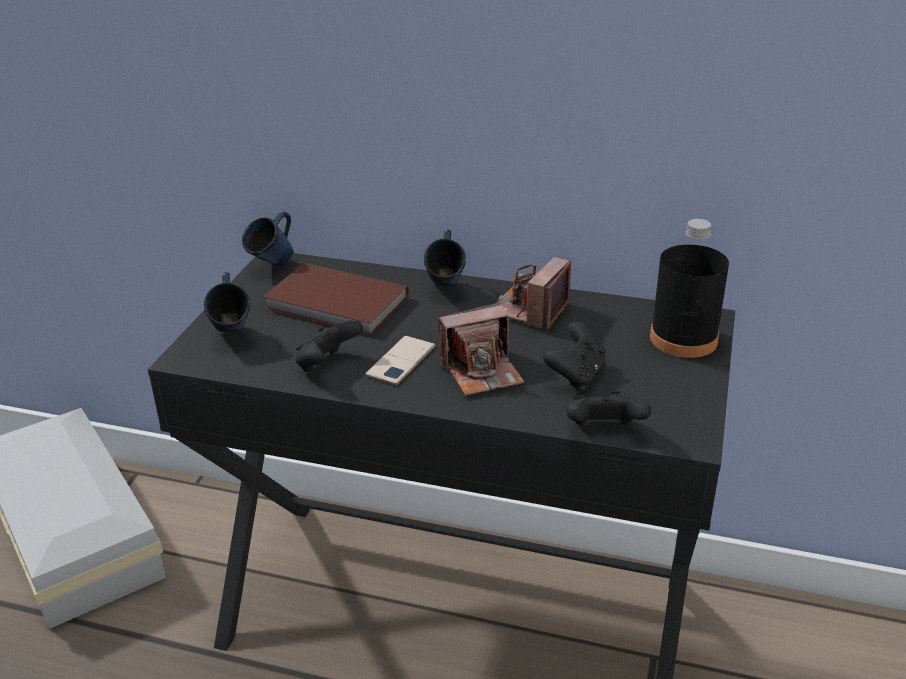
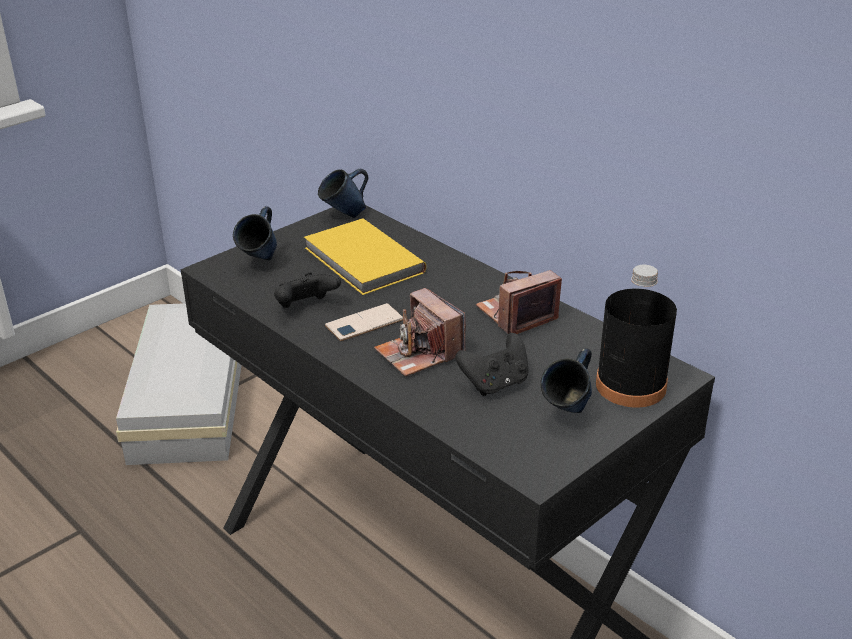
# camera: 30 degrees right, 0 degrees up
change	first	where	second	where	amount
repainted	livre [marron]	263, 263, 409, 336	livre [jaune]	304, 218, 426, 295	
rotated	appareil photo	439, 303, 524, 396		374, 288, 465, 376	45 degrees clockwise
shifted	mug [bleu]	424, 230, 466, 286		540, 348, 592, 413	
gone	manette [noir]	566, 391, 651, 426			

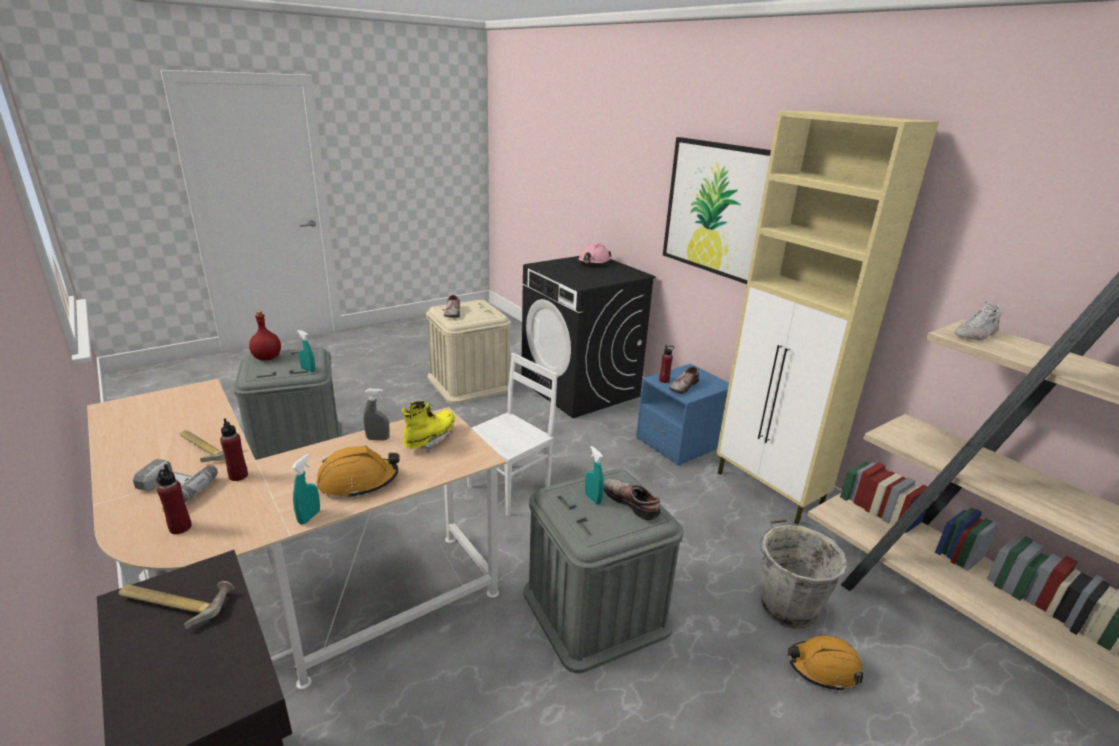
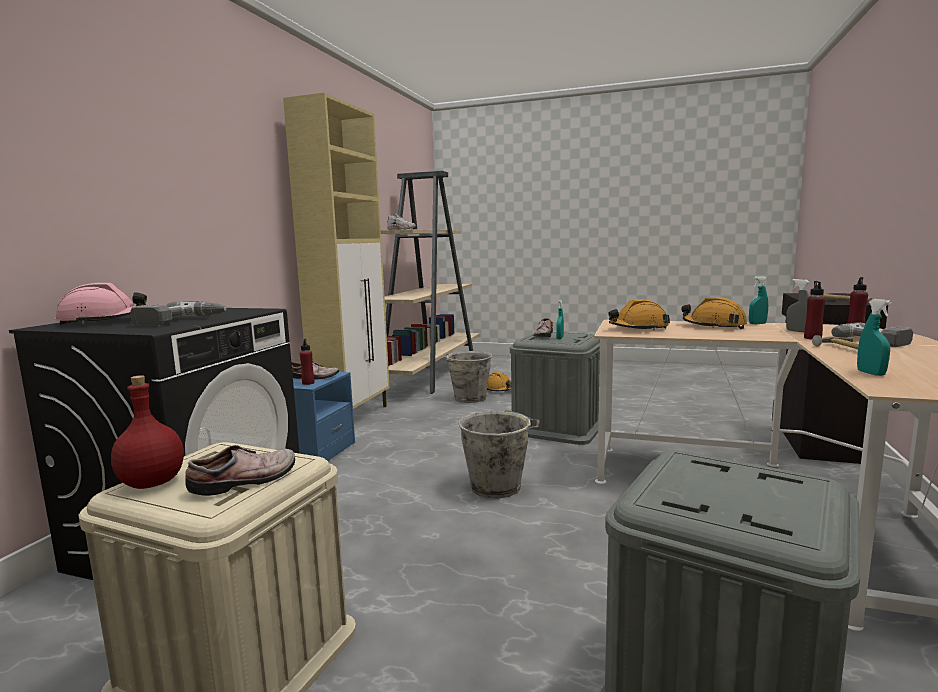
# camera: 125 degrees left, 15 degrees down
change	first	where	second	where	amount
shifted	bouteille [rouge]	249, 311, 281, 360		111, 375, 184, 489	
new			perceuse	130, 301, 227, 326	
swapped	chaise [blanc]	467, 353, 557, 516	seau [gris]	458, 410, 540, 499	
swapped	botte [jaune]	402, 401, 455, 452	casque de chantier [orange]	609, 299, 670, 330	
shifted	vaporisateur [gris]	363, 389, 390, 440		786, 279, 810, 332	
shifted	vaporisateur [turquoise]	297, 330, 315, 372		857, 299, 892, 376	
gone	tableau	663, 137, 771, 284			

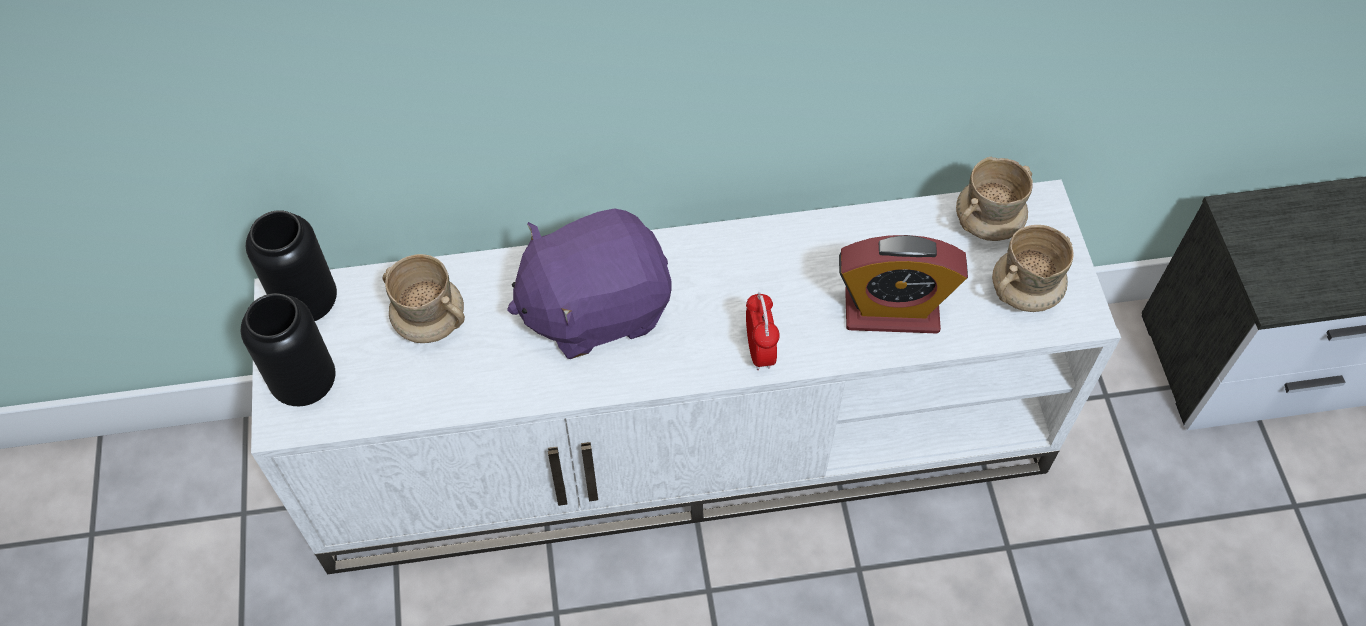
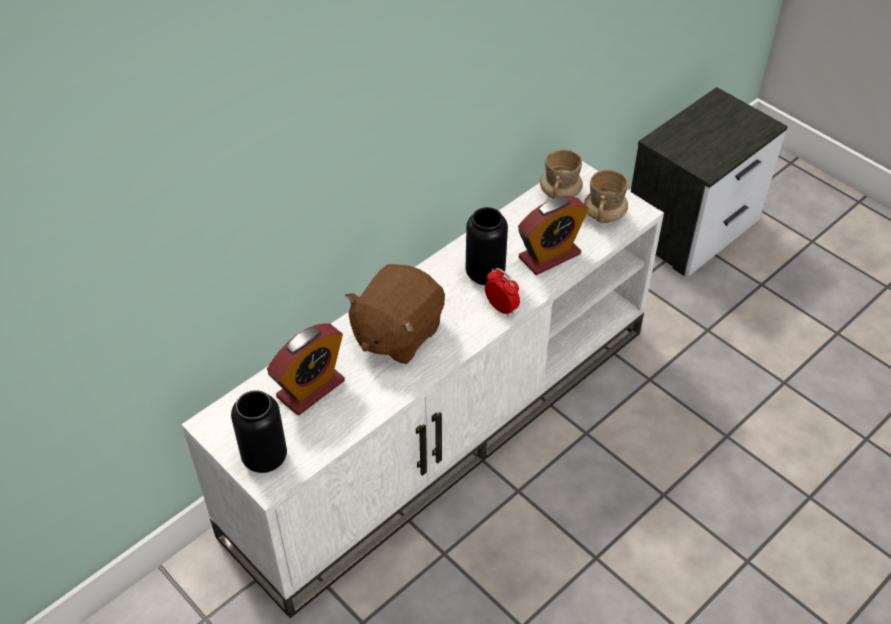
# camera: 35 degrees left, 10 degrees down
change	first	where	second	where	amount
swapped	mug [beige]	383, 254, 465, 343	réveil	267, 323, 345, 415	
repainted	peluche [violet]	507, 208, 672, 359	peluche [marron]	345, 264, 445, 364	
shifted	vase [noir]	246, 210, 337, 321		466, 207, 508, 285	

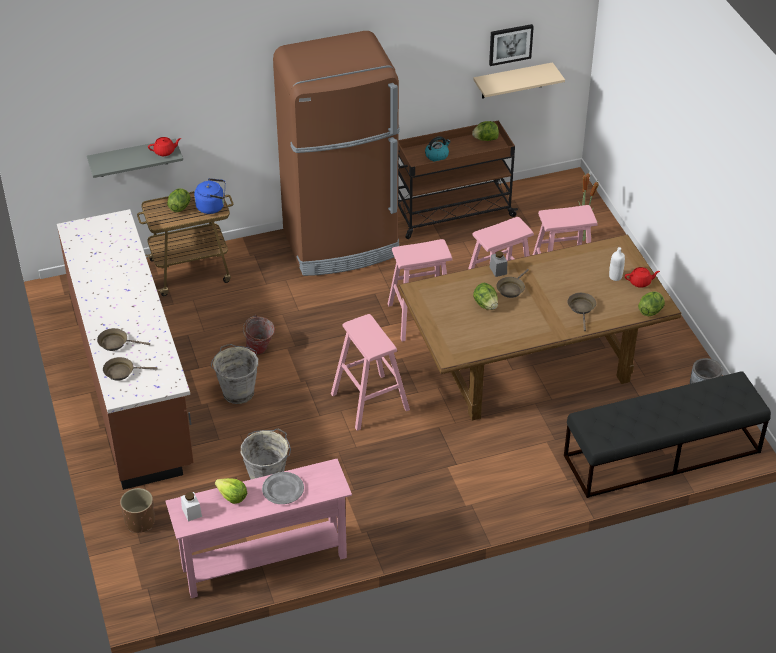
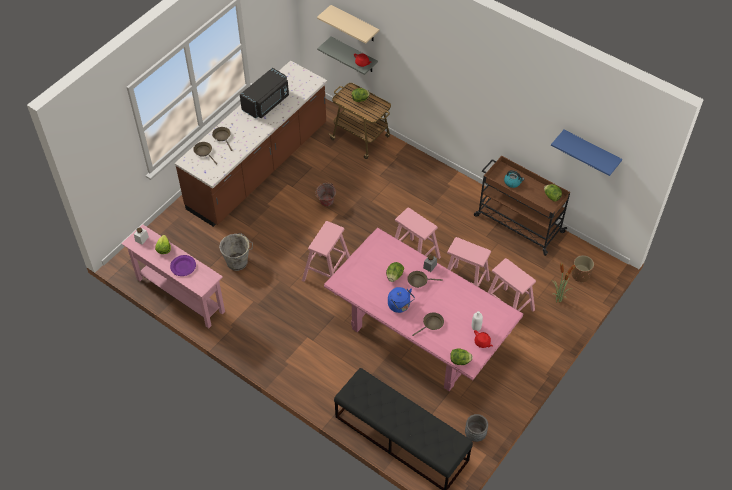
# camera: 55 degrees right, 10 degrees up
change	first	where	second	where	amount
repainted	assiette [gris]	262, 472, 304, 504	assiette [violet]	170, 255, 196, 276	
new			micro-ondes [noir]	240, 68, 289, 119	
shifted	étagère [beige]	473, 62, 565, 99		317, 5, 380, 44	
repainted	table à manger [marron]	399, 234, 681, 420	table à manger [rose]	324, 227, 523, 391	
shifted	bouilloire [bleu]	194, 178, 225, 214		388, 287, 415, 313	
swapped	tableau	489, 24, 534, 66	étagère [bleu]	551, 130, 622, 176	
shifted	cache-pot [marron]	120, 488, 155, 533		572, 255, 594, 283	
gone	seau [gris]	211, 344, 258, 404			
gone	réfrigérateur [marron]	273, 31, 400, 276			

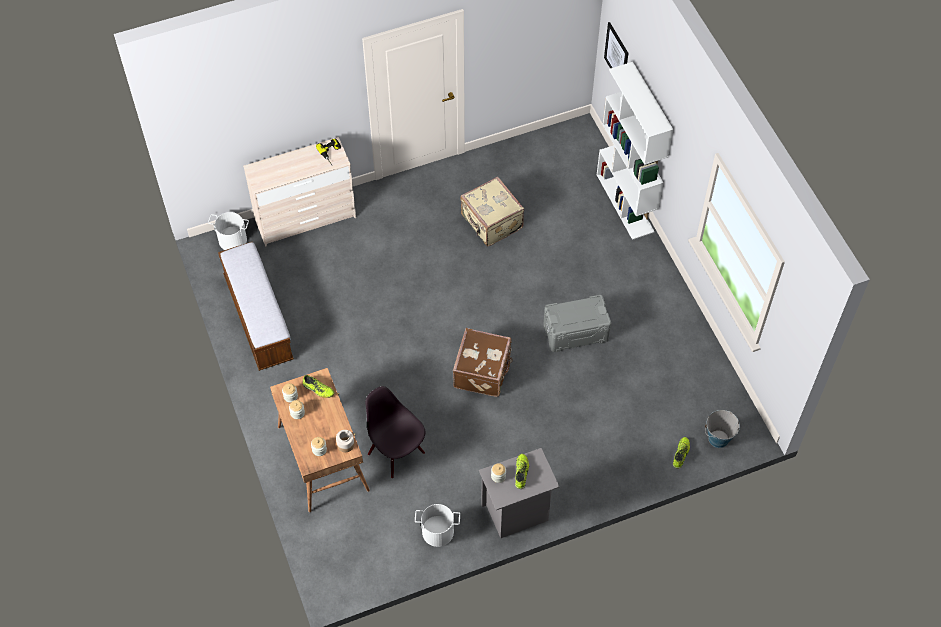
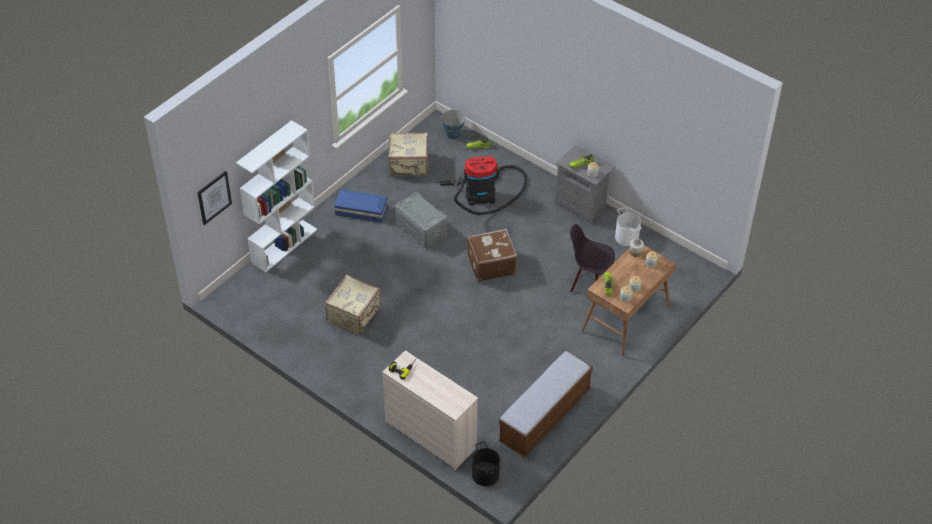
# camera: 120 degrees left, 10 degrees down
change	first	where	second	where	amount
new			boîte de rangement [bleu]	334, 189, 388, 223	
new			valise [beige]	388, 132, 428, 176	
new			aspirateur	440, 156, 527, 215	
repainted	seau [blanc]	208, 212, 249, 250	seau [noir]	472, 442, 500, 486	
rotated	chaise [noir]	365, 386, 425, 478		570, 224, 615, 292	90 degrees clockwise

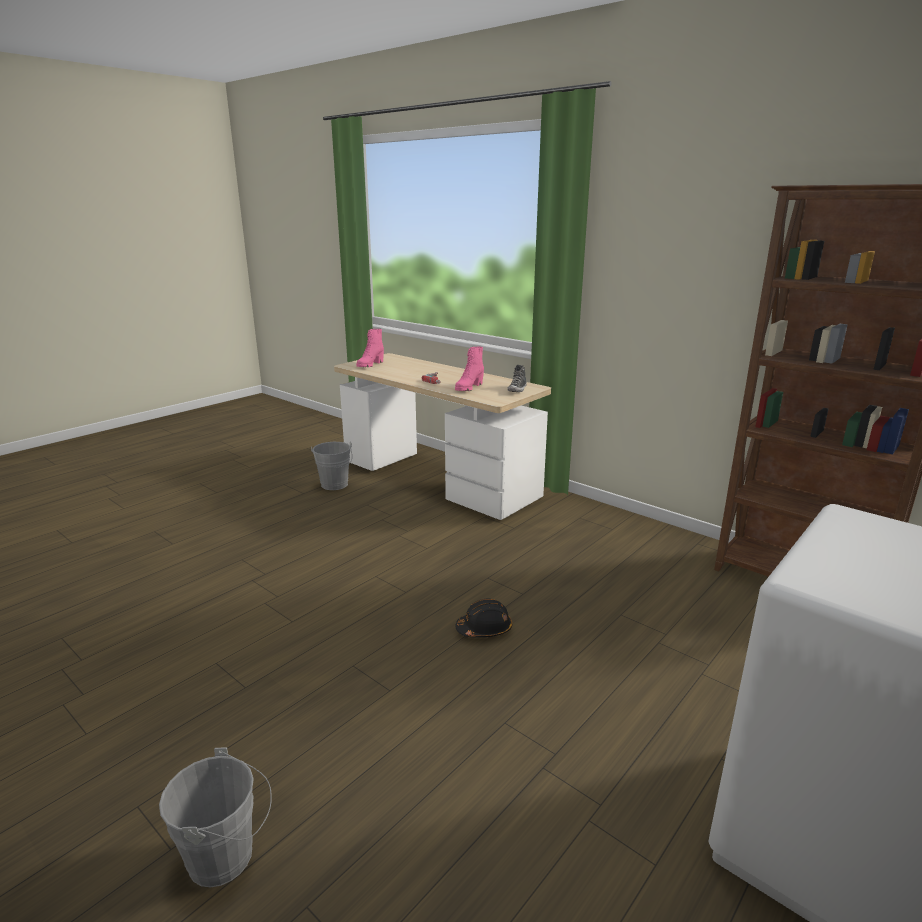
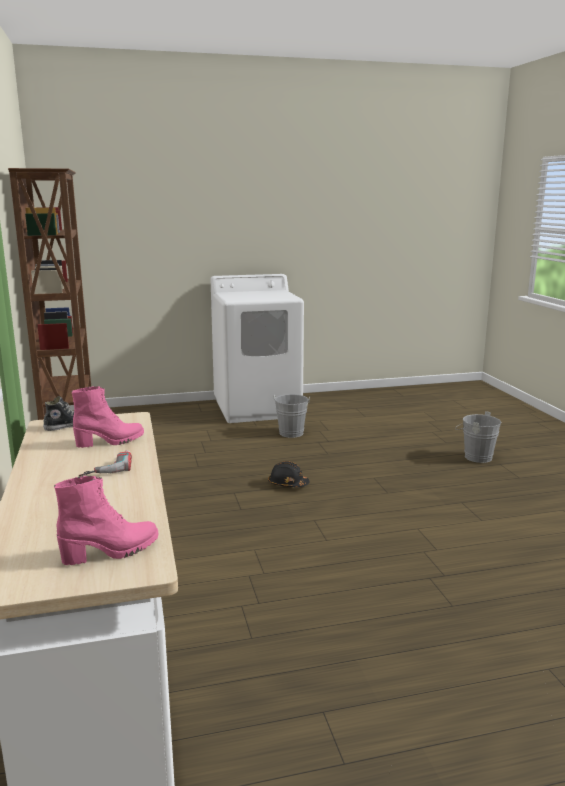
# camera: 145 degrees left, 5 degrees down
change	first	where	second	where	amount
shifted	seau [gris]	311, 442, 352, 490		274, 394, 310, 438	

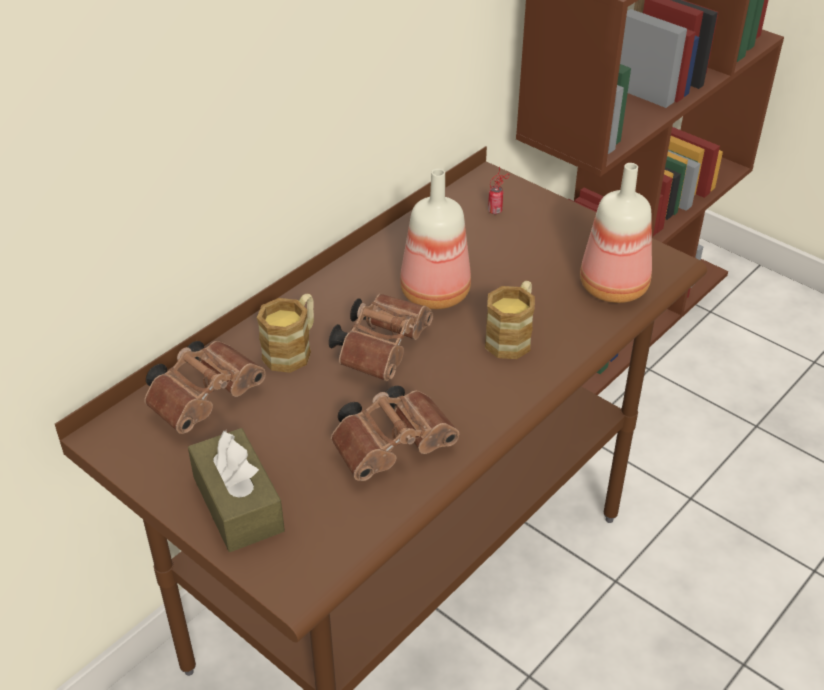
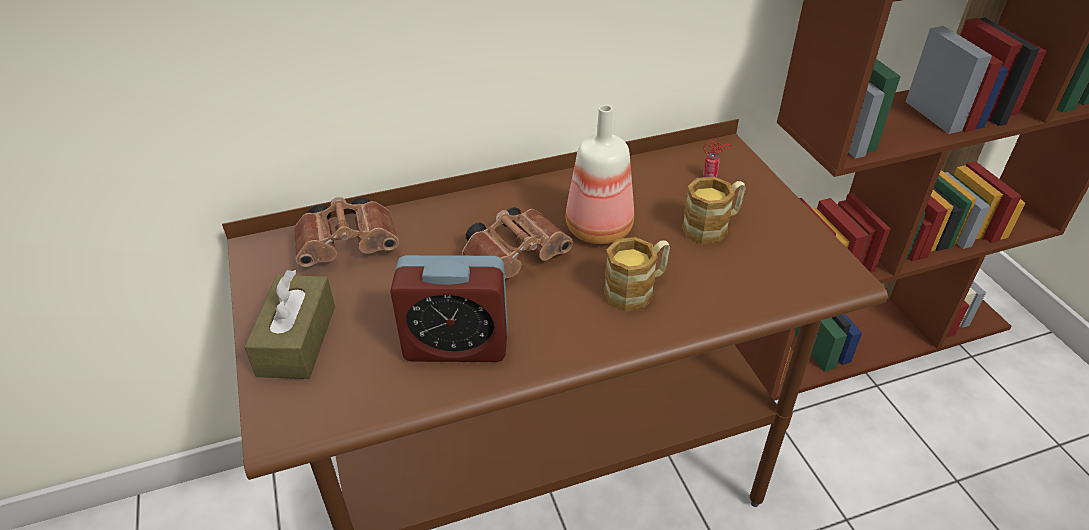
# camera: 30 degrees right, 0 degrees up
change	first	where	second	where	amount
swapped	jumelles [marron]	331, 385, 459, 481	réveil	390, 255, 508, 362	
shifted	mug	257, 294, 314, 373		682, 177, 745, 245	
gone	bouteille	580, 163, 652, 303			

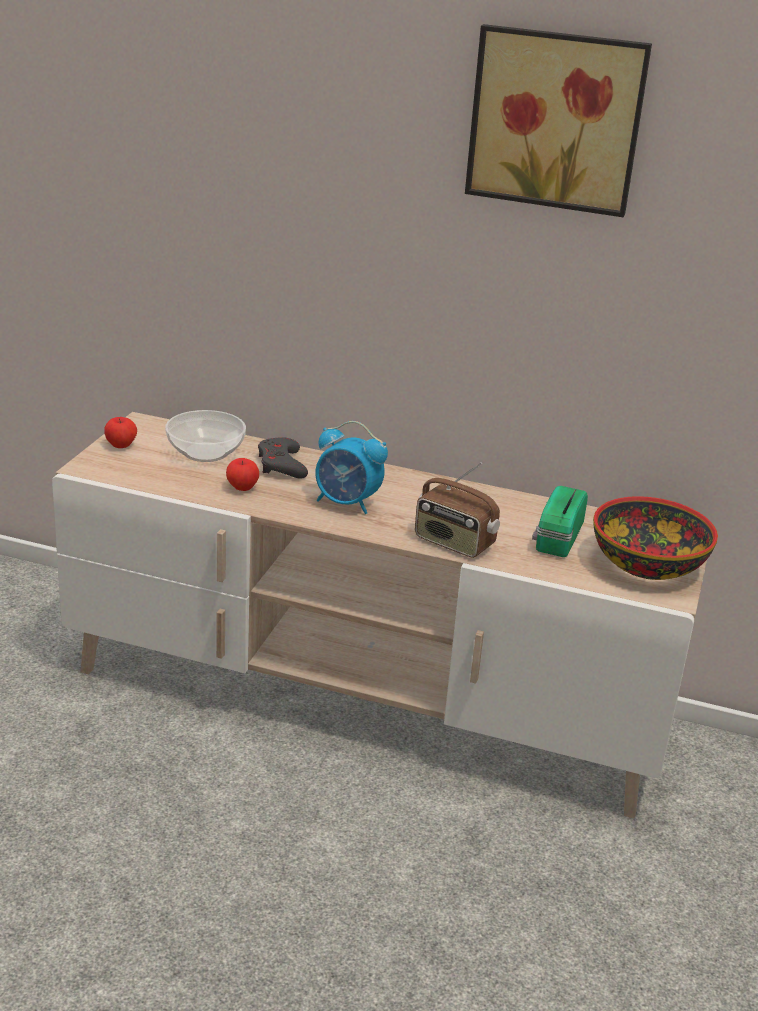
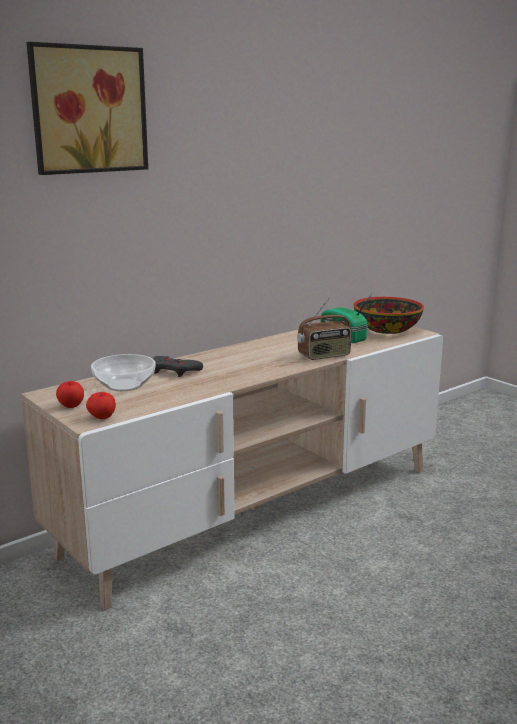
# camera: 55 degrees left, 10 degrees down
change	first	where	second	where	amount
shifted	tableau	465, 24, 652, 217		26, 42, 148, 175	
shifted	pomme	226, 458, 259, 491		86, 392, 116, 419	
gone	réveil	315, 421, 388, 514			

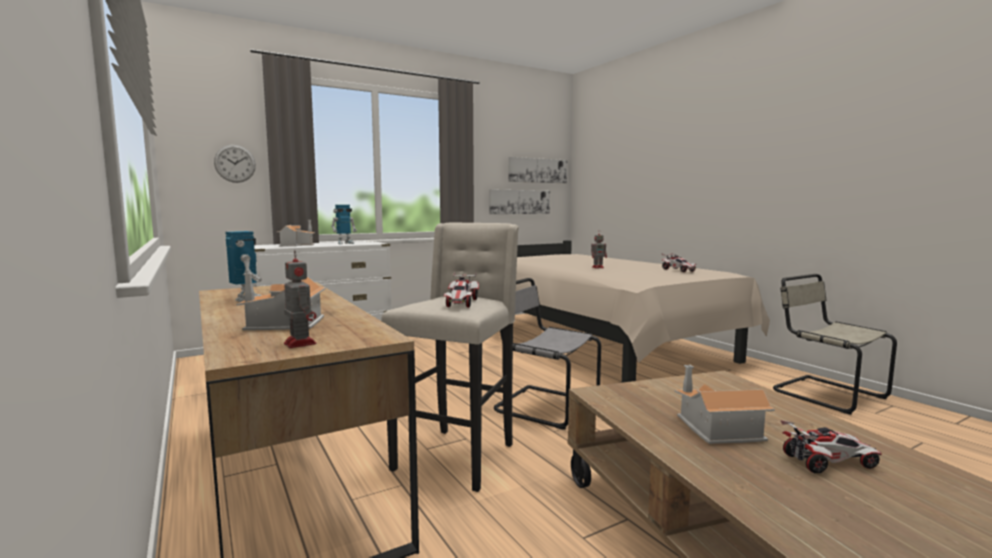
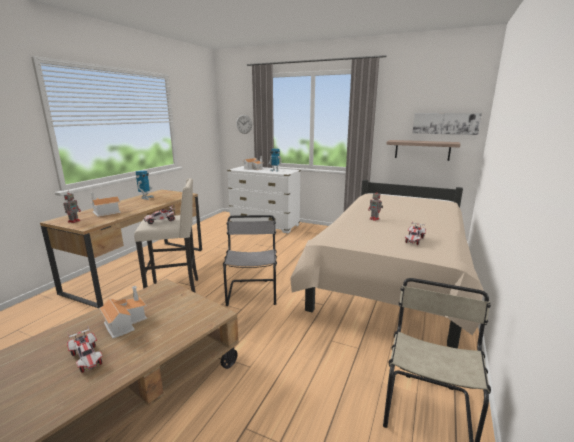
# camera: 55 degrees right, 10 degrees up
change	first	where	second	where	amount
swapped	tableau	489, 189, 550, 214	étagère	386, 140, 461, 161	

